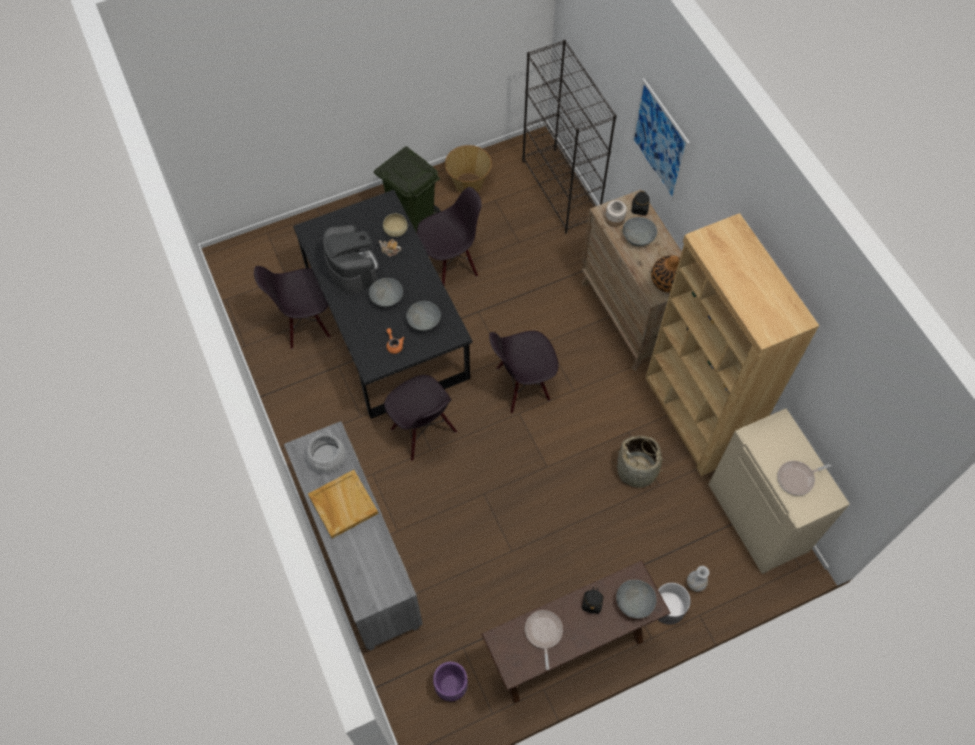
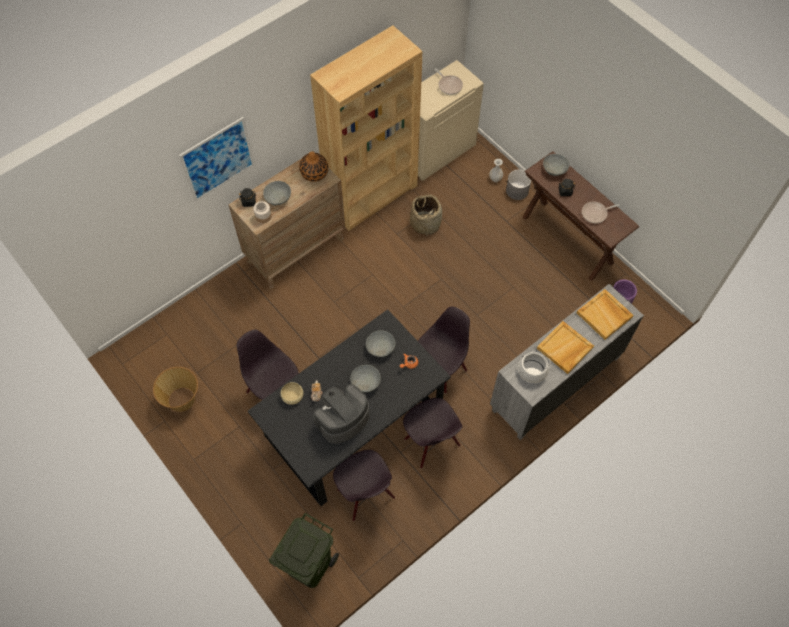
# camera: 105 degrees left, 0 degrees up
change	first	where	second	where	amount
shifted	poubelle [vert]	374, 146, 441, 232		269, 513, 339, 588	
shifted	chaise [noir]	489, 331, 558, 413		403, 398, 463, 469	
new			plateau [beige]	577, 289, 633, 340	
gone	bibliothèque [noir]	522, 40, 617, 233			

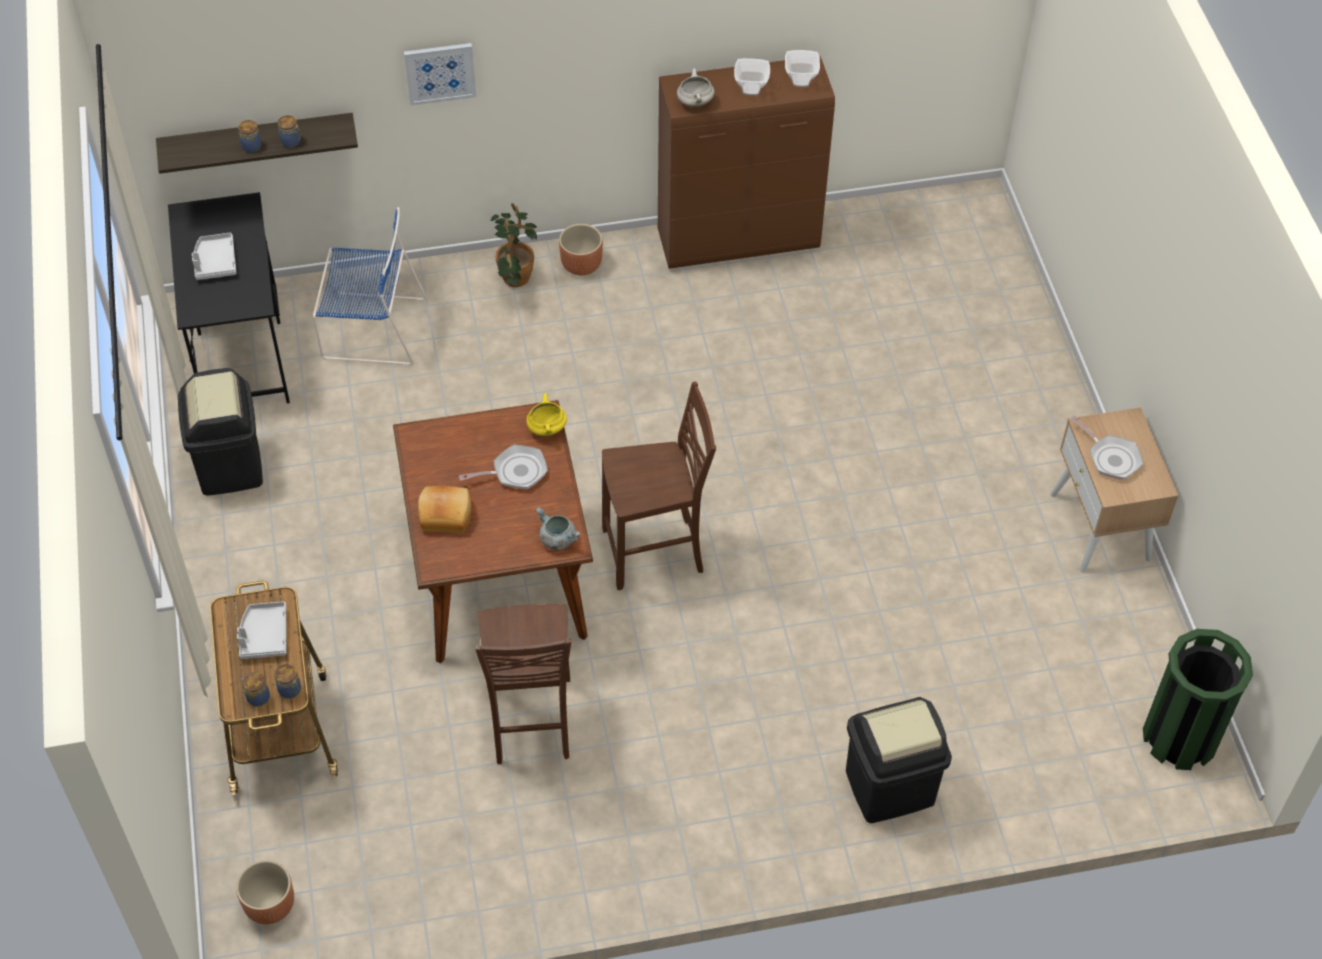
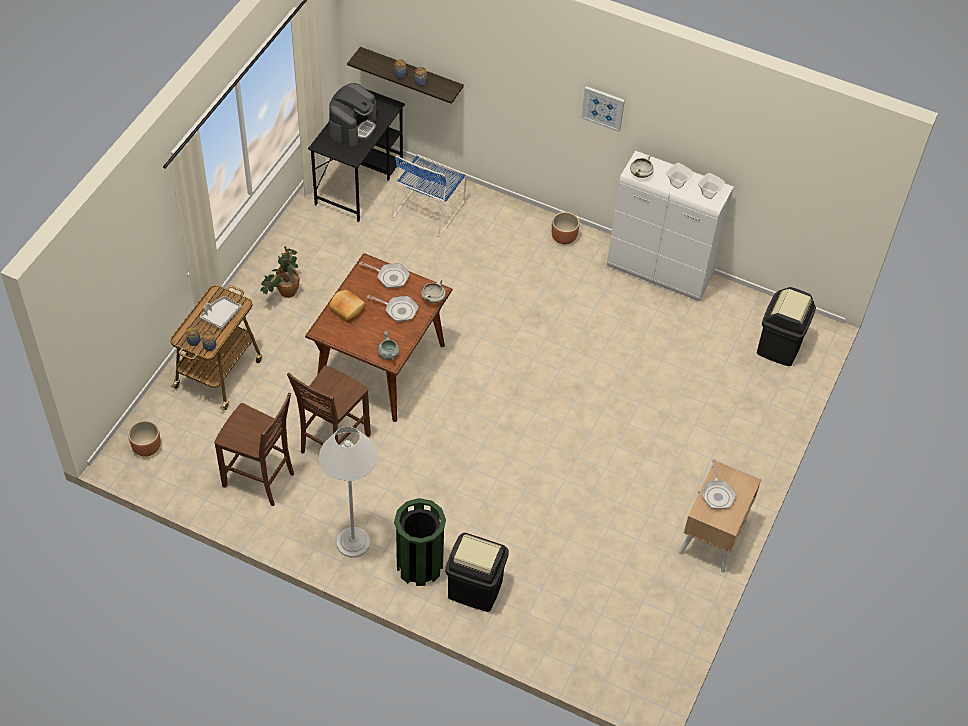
# camera: 35 degrees right, 0 degrees up
change	first	where	second	where	amount
shifted	chaise [marron]	602, 382, 716, 590		214, 393, 294, 506	
shifted	plante en pot	491, 203, 537, 287		260, 246, 300, 298	
new			lampadaire [blanc]	319, 426, 378, 558	
swapped	plateau [gris]	192, 233, 237, 280	machine à café	329, 83, 376, 146	
new			poêle	359, 261, 410, 288	
rotated	chaise [bleu]	313, 207, 426, 366		391, 155, 467, 237	75 degrees clockwise
shifted	poubelle [vert]	1143, 629, 1253, 770		394, 498, 446, 586	
repainted	marmite [jaune]	526, 393, 567, 437	marmite [blanc]	421, 279, 445, 303	
shifted	tableau	404, 43, 476, 106		581, 86, 625, 132	
repainted	meuble de rangement [marron]	658, 56, 835, 269	meuble de rangement [blanc]	607, 151, 734, 301	
shifted	poubelle [noir]	178, 368, 263, 495		757, 287, 816, 366	

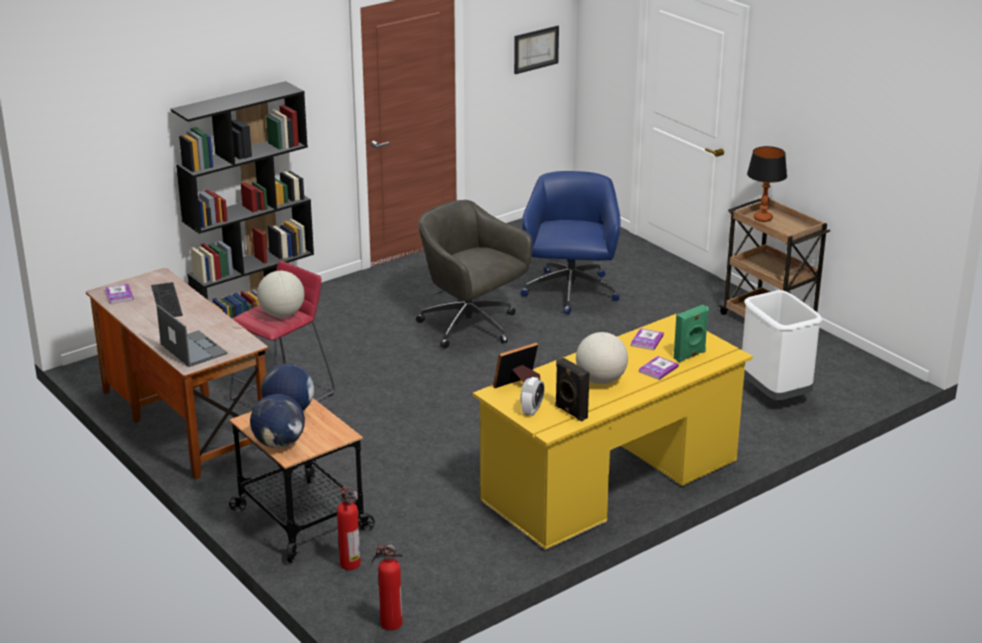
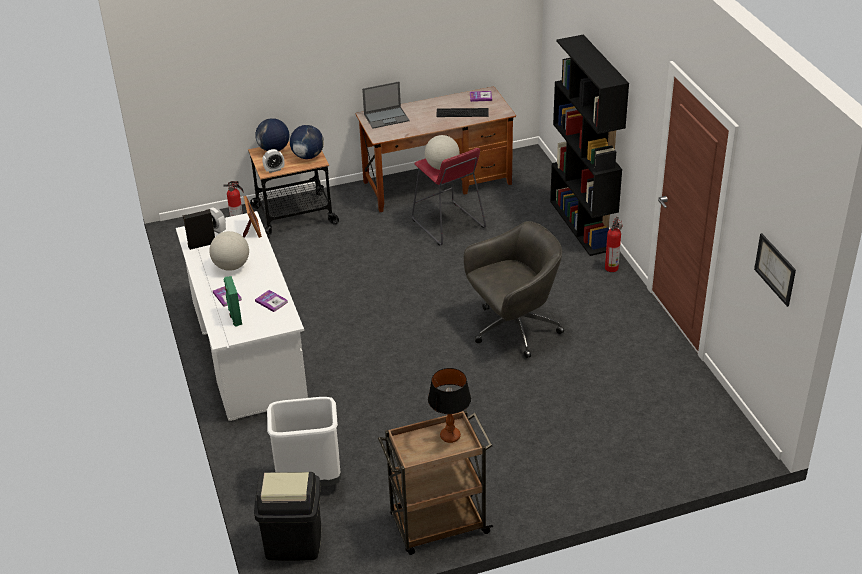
# camera: 110 degrees right, 10 degrees up
change	first	where	second	where	amount
repainted	bureau [jaune]	473, 314, 753, 550	bureau [blanc]	176, 211, 308, 421	
new			poubelle [noir]	254, 472, 321, 561	
new			réveil	262, 149, 284, 173	
shifted	extincteur	371, 544, 403, 630		605, 217, 622, 272	
gone	chaise de bureau [bleu]	521, 171, 621, 315			

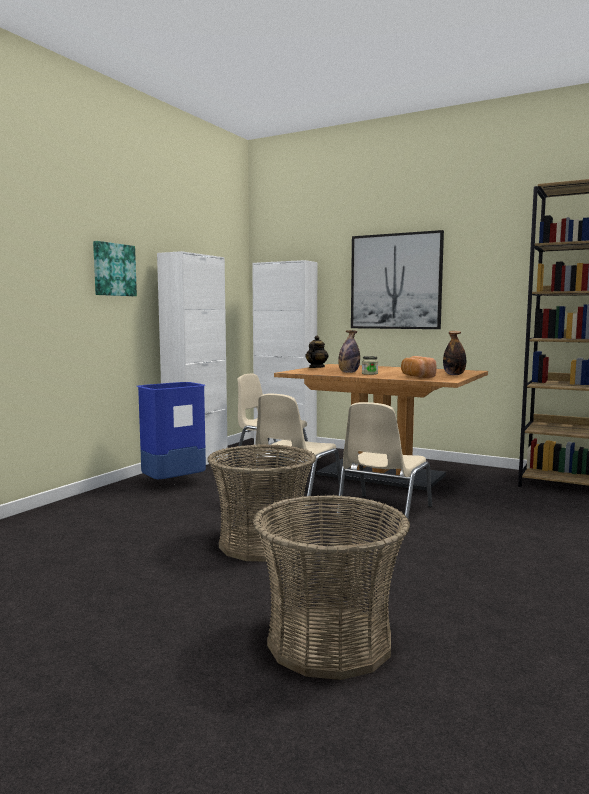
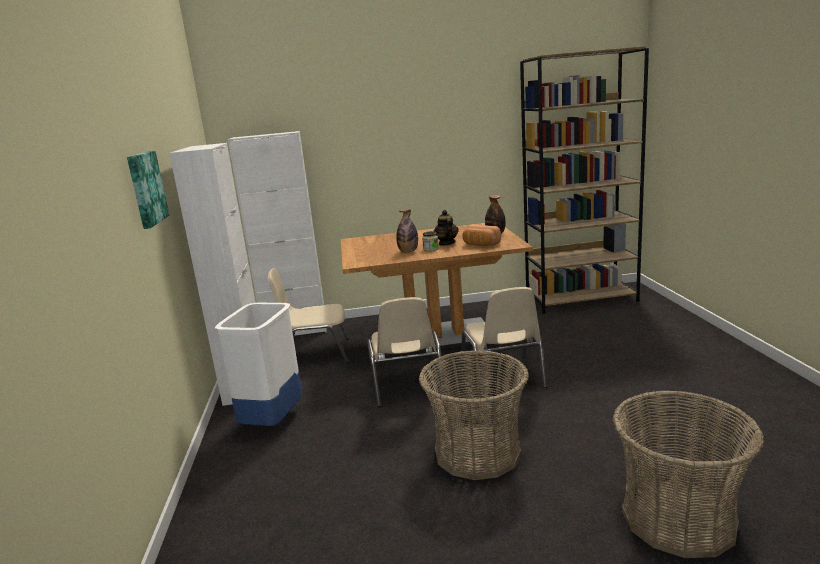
# camera: 35 degrees left, 10 degrees up
change	first	where	second	where	amount
repainted	poubelle [bleu]	137, 382, 206, 479	poubelle [blanc]	215, 303, 302, 426	
shifted	théière	305, 336, 328, 368		434, 210, 459, 246	
gone	tableau	351, 230, 444, 329			

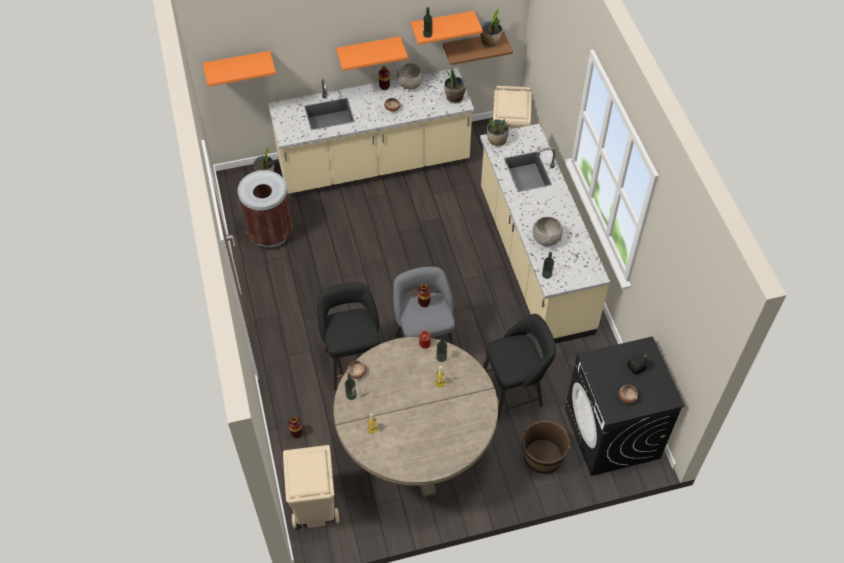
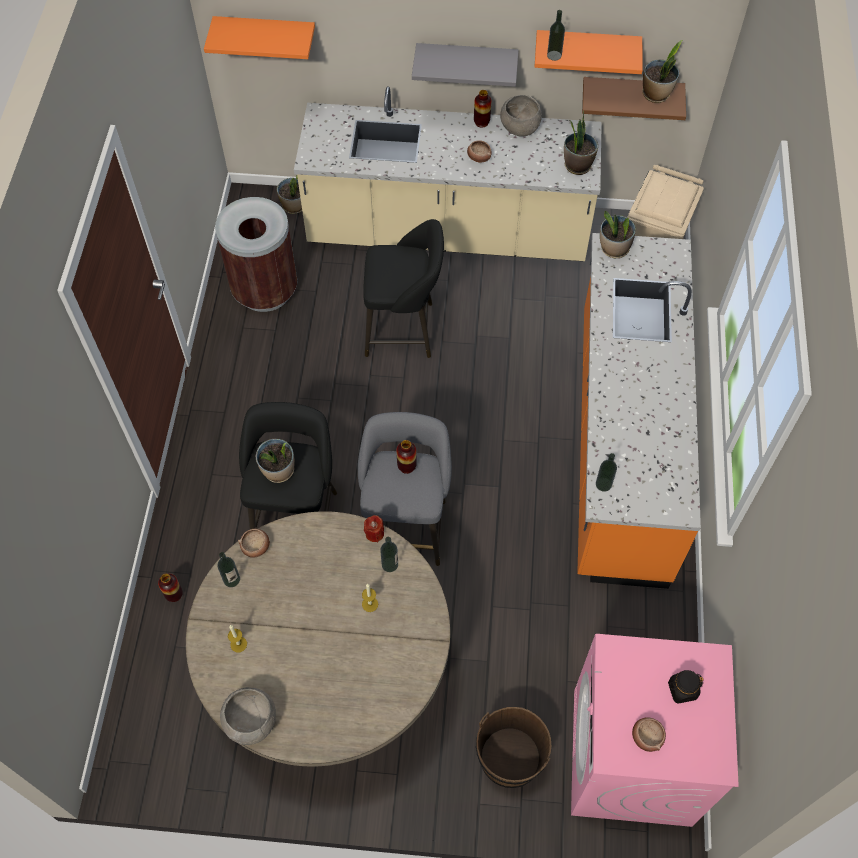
# camera: 20 degrees right, 5 degrees up
change	first	where	second	where	amount
shifted	bol [gris]	532, 217, 563, 246		220, 687, 276, 745	
new			plante en pot	256, 439, 295, 483	
shifted	tabouret [noir]	483, 314, 556, 421		363, 219, 444, 358	
repainted	étagère [orange]	336, 36, 408, 71	étagère [gris]	412, 43, 518, 87	
repainted	lave-linge [noir]	565, 336, 685, 476	lave-linge [rose]	571, 634, 739, 827	
repainted	comptoir de cuisine [beige]	480, 124, 610, 344	comptoir de cuisine [orange]	577, 233, 701, 589	
gone	poubelle [beige]	283, 445, 339, 528			

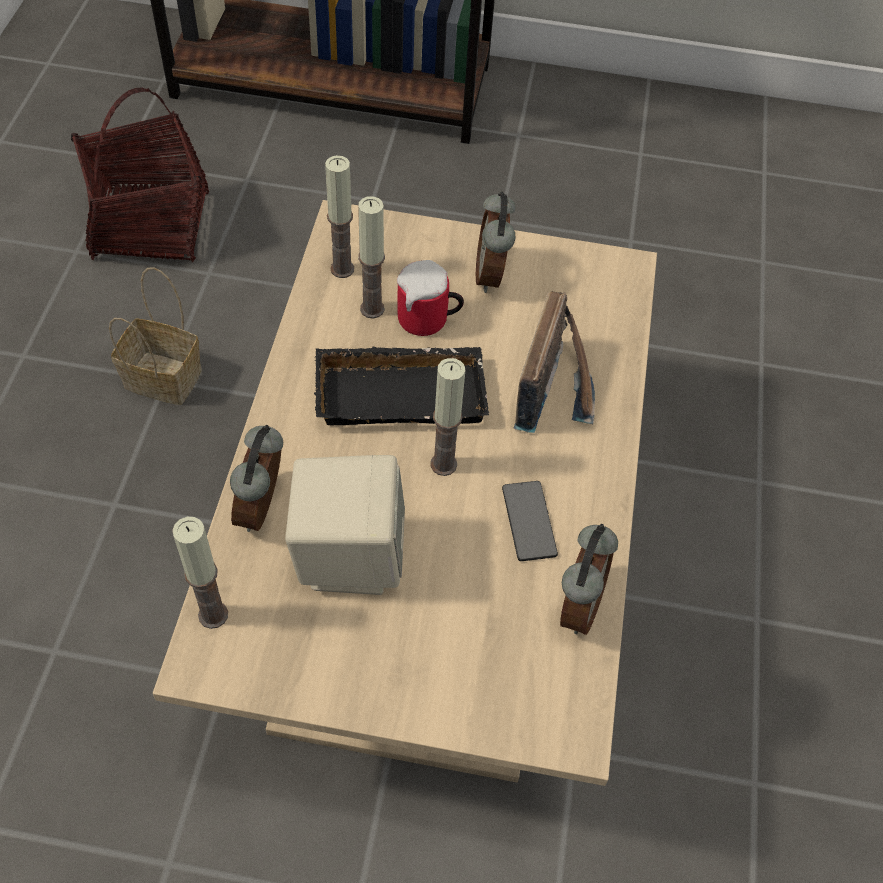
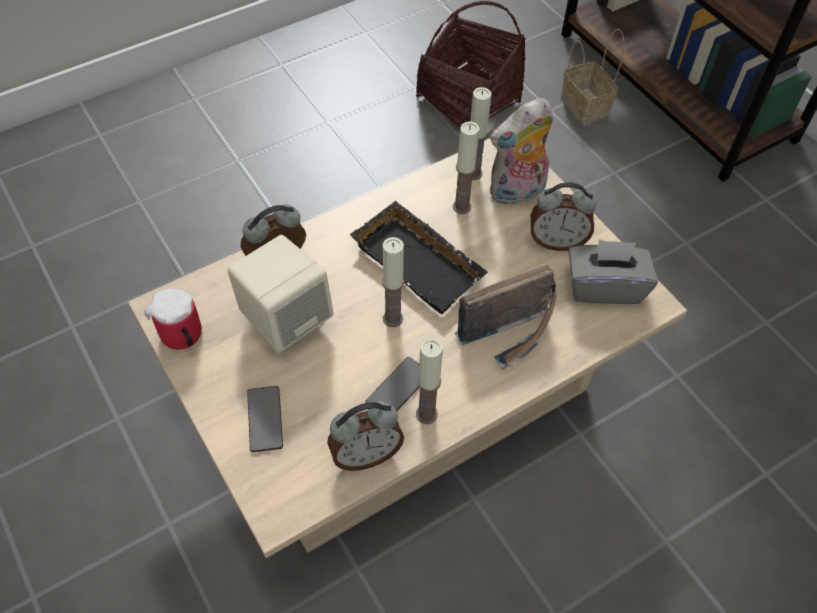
# camera: 50 degrees right, 0 degrees up
change	first	where	second	where	amount
shifted	mug	397, 260, 464, 336		144, 288, 202, 350	
new			téléphone	247, 386, 283, 452	
shifted	bougie	172, 517, 228, 629		416, 338, 443, 424	
new			peluche	490, 98, 553, 206	
rotated	réveil	476, 191, 516, 293		531, 182, 596, 251	135 degrees counterclockwise
shifted	panier	109, 267, 202, 405		561, 28, 624, 124	
new			boîte à mouchoirs [gris]	568, 239, 658, 304	

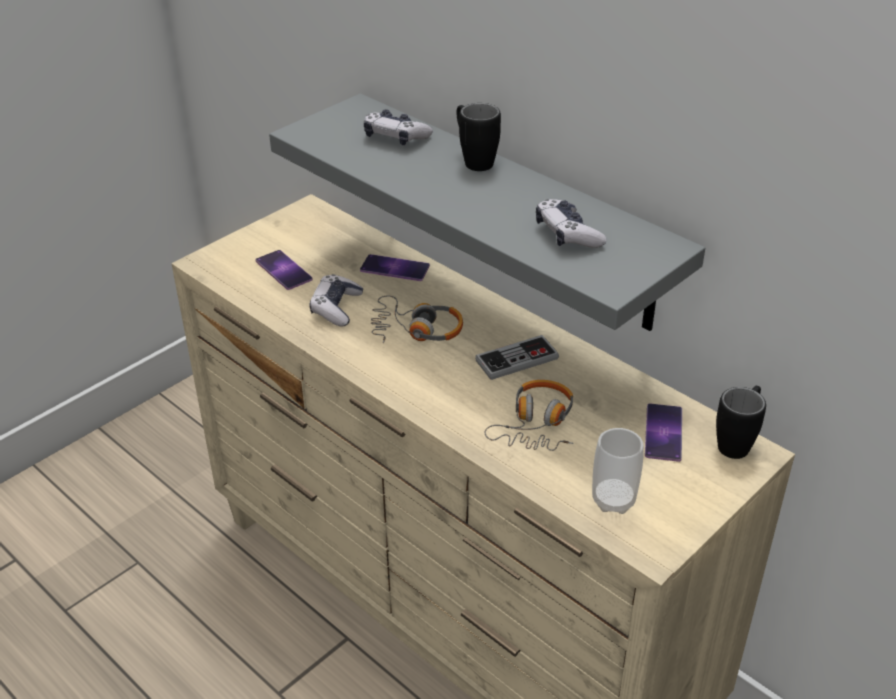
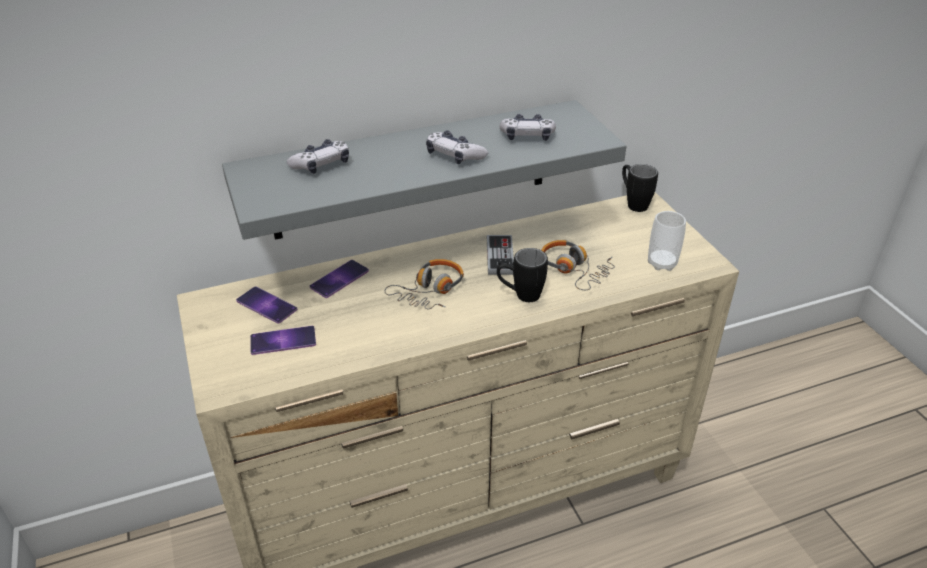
# camera: 65 degrees left, 0 degrees up
change	first	where	second	where	amount
shifted	téléphone	645, 403, 682, 462		236, 286, 297, 324	
shifted	manette	309, 274, 363, 327		426, 130, 488, 164	
shifted	mug [noir]	456, 103, 501, 171		497, 248, 548, 302	

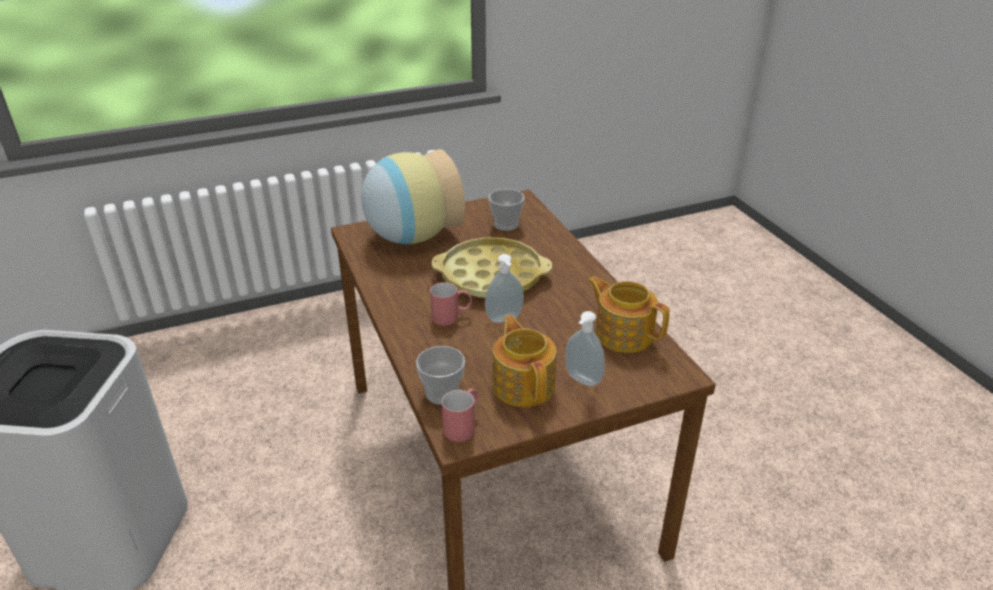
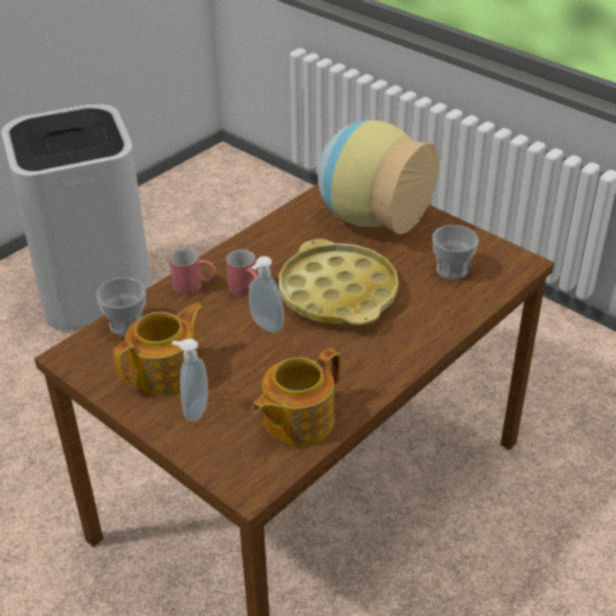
# camera: 65 degrees right, 5 degrees up
change	first	where	second	where	amount
shifted	mug [rouge]	442, 389, 479, 442		169, 249, 216, 295	
rotated	théière	587, 276, 670, 353		252, 348, 340, 446	150 degrees counterclockwise

